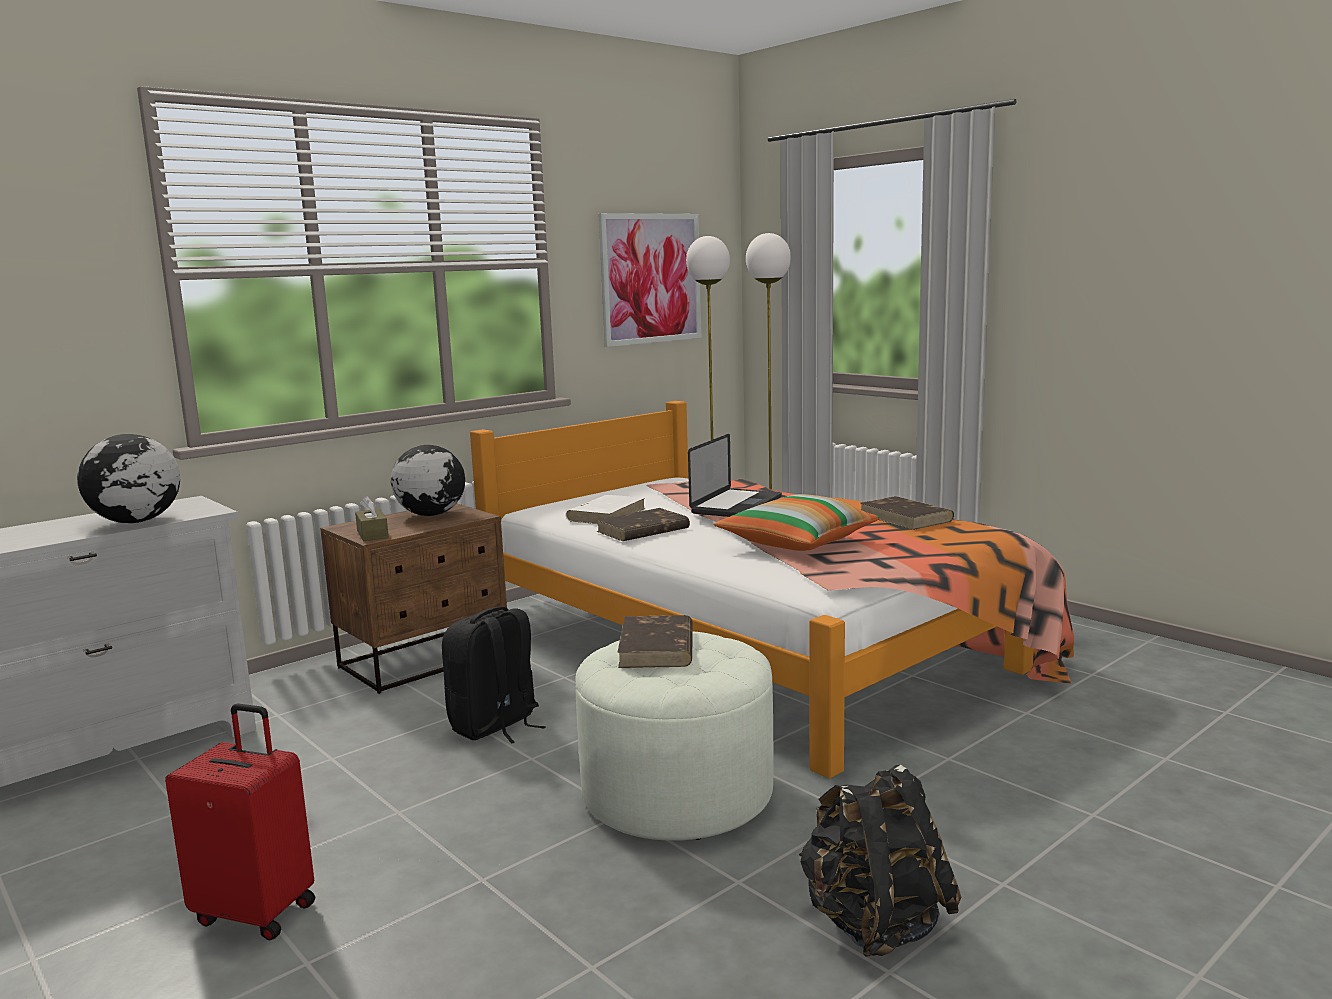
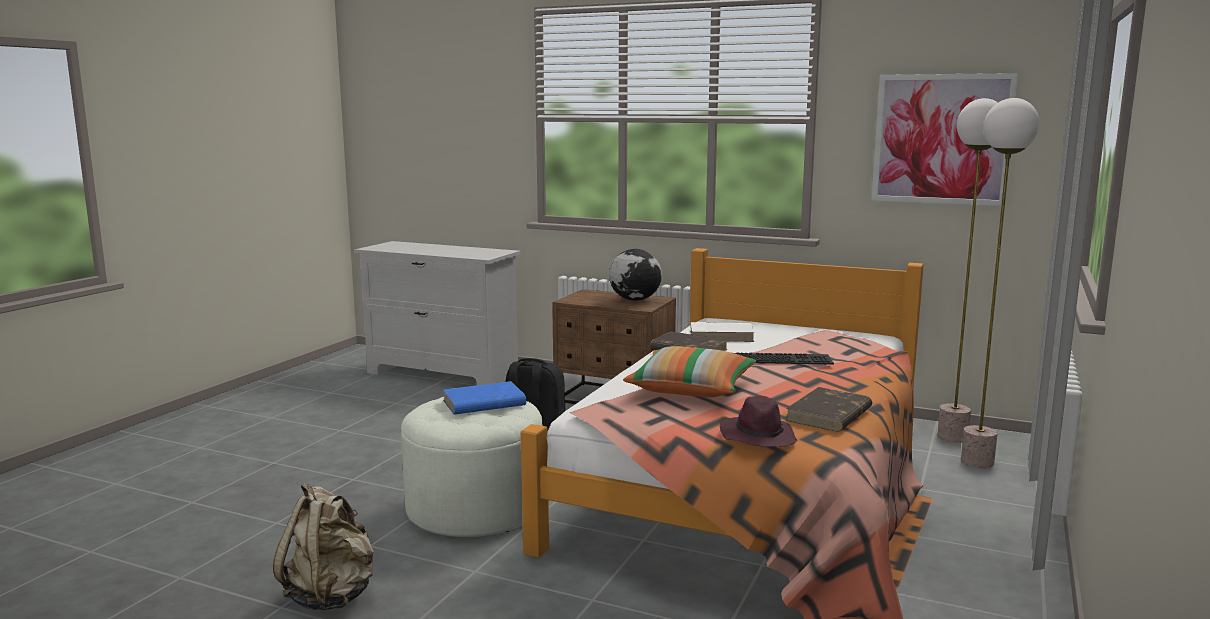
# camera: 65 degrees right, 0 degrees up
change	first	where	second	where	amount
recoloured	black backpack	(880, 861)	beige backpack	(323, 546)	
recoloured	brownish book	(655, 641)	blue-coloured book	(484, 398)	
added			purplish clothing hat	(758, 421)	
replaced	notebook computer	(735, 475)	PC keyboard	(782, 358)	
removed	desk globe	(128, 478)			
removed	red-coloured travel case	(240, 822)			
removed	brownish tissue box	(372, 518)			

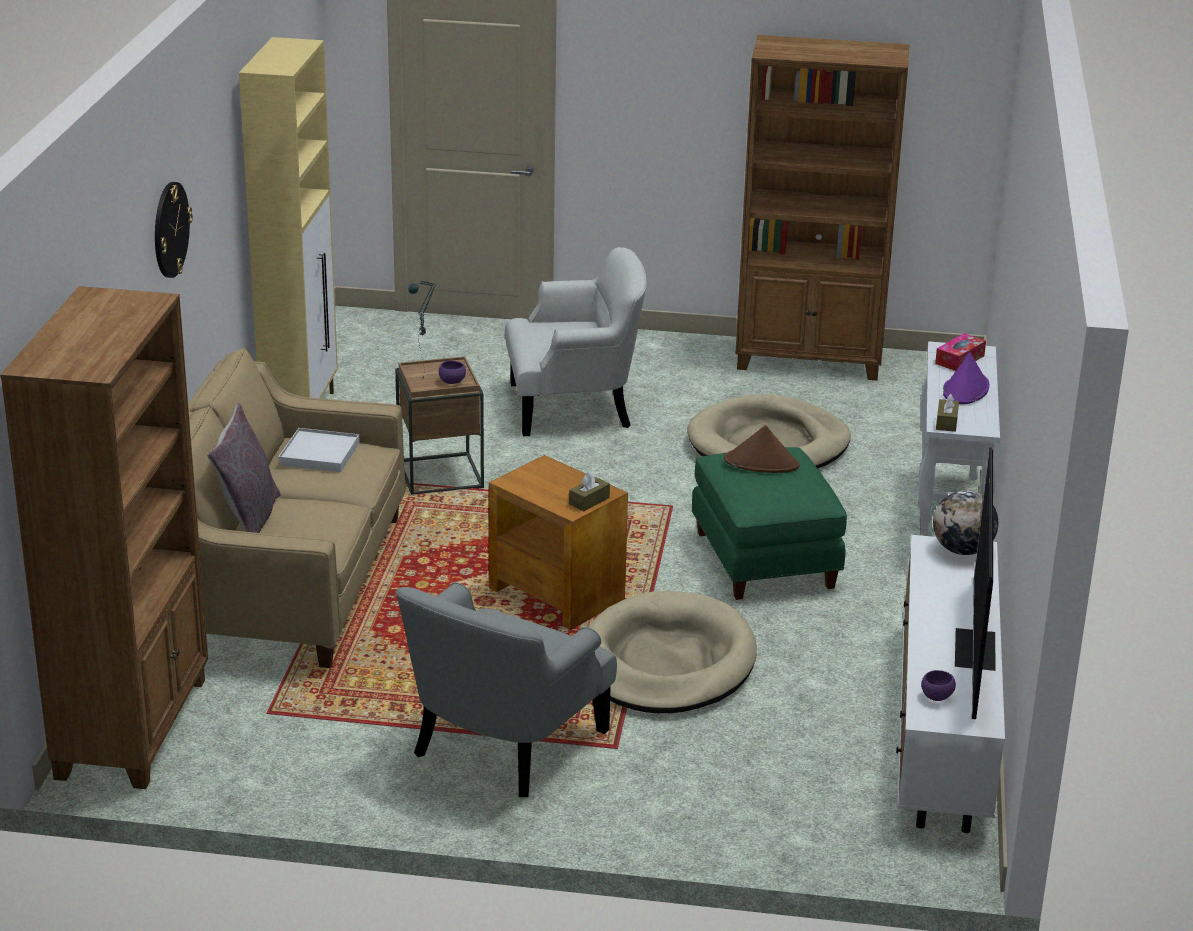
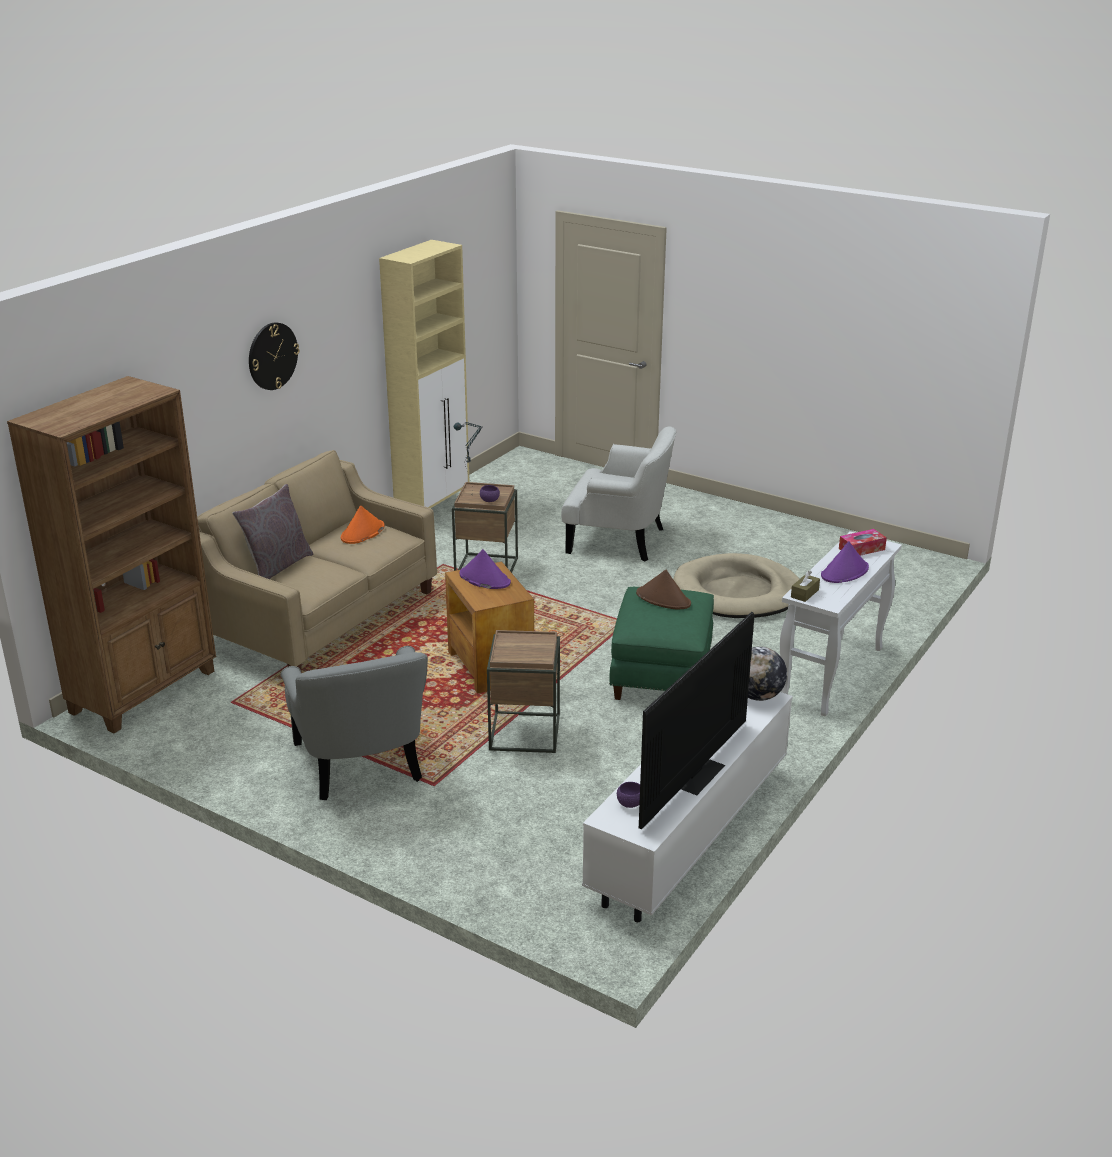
# camera: 25 degrees right, 0 degrees up
change	first	where	second	where	amount
turned	grey lounge chair	(506, 689)		(354, 723)	75 degrees counterclockwise
replaced	white serving tray	(319, 450)	orangey clothing hat	(363, 525)	
added			purplish clothing hat	(485, 569)	
replaced	beige dog bed	(672, 652)	brownish end table	(523, 691)	
removed	brownish tissue box	(589, 491)			
removed	brownish bookcase	(822, 207)			

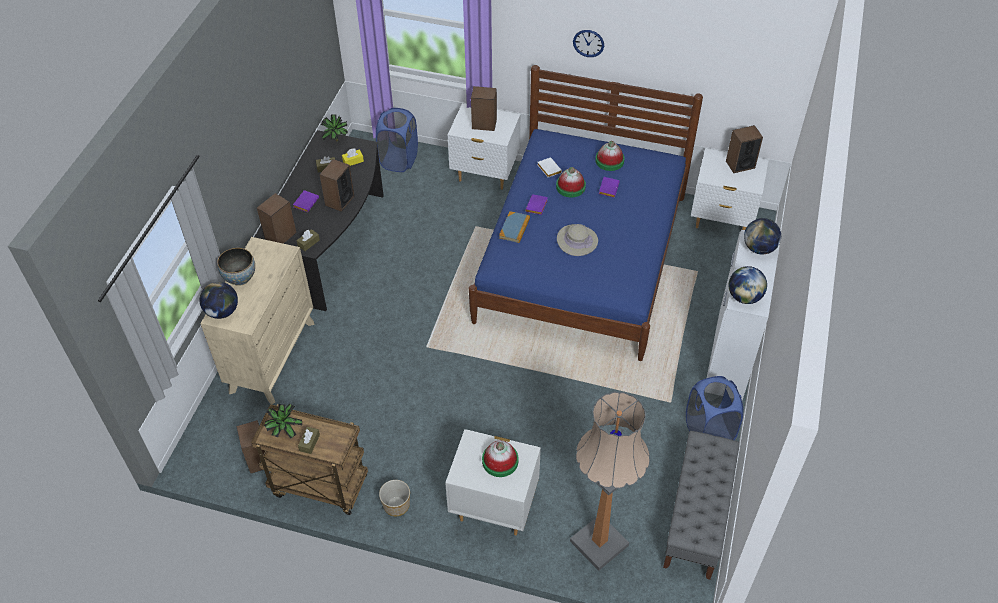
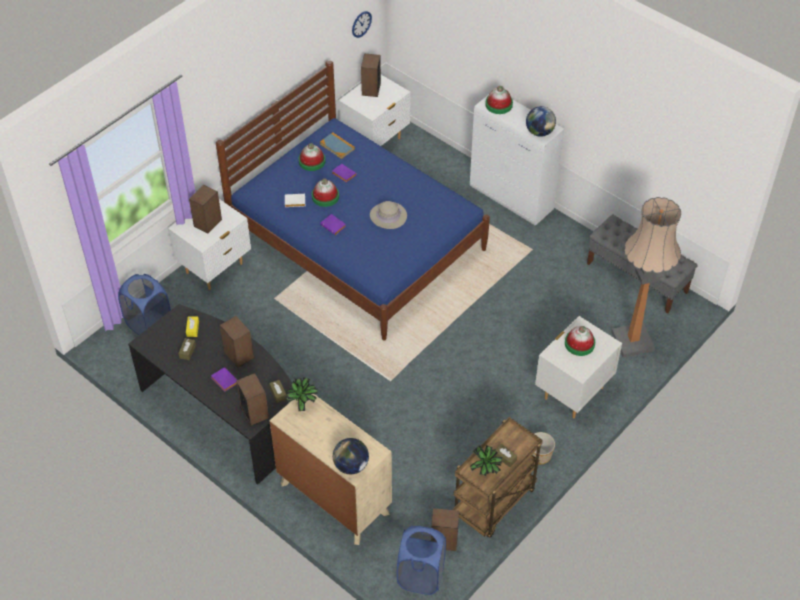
# camera: 65 degrees left, 0 degrees up
change	first	where	second	where	amount
moved	houseplant	(334, 128)		(301, 394)	
moved	book	(514, 227)		(337, 145)	
moved	clock on the wall	(588, 43)		(362, 24)	
moved	blue-coloured hamper	(714, 408)		(421, 560)	
replaced	desk globe	(762, 236)	clothing hat	(499, 100)	
removed	serving bowl	(236, 267)			

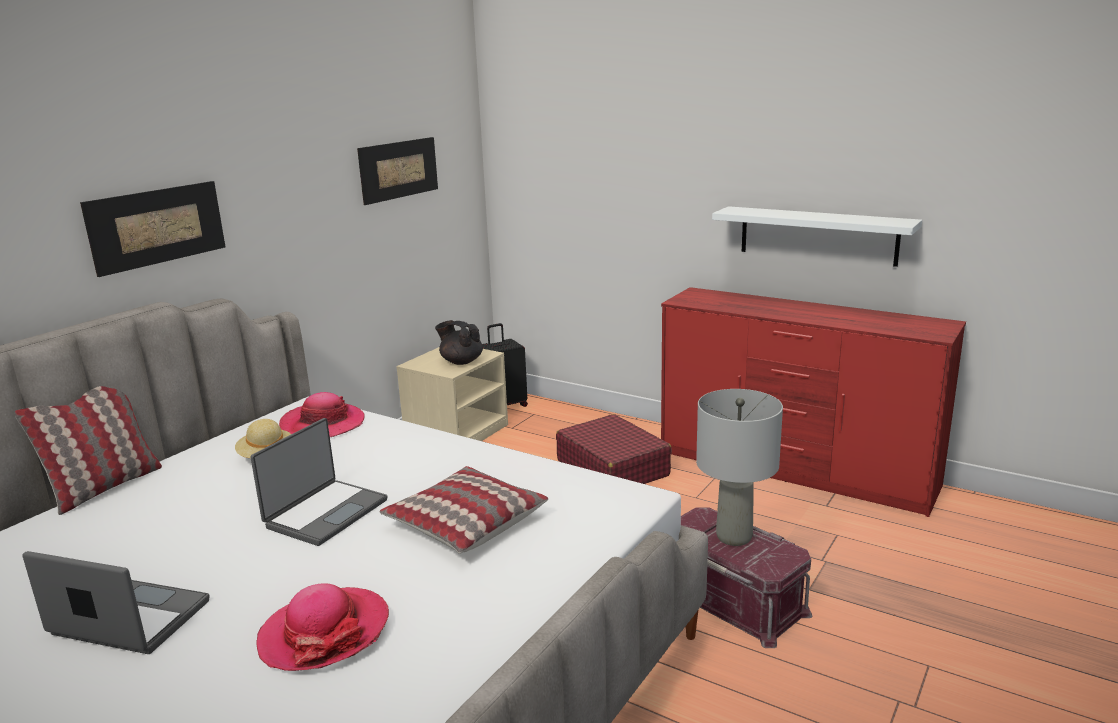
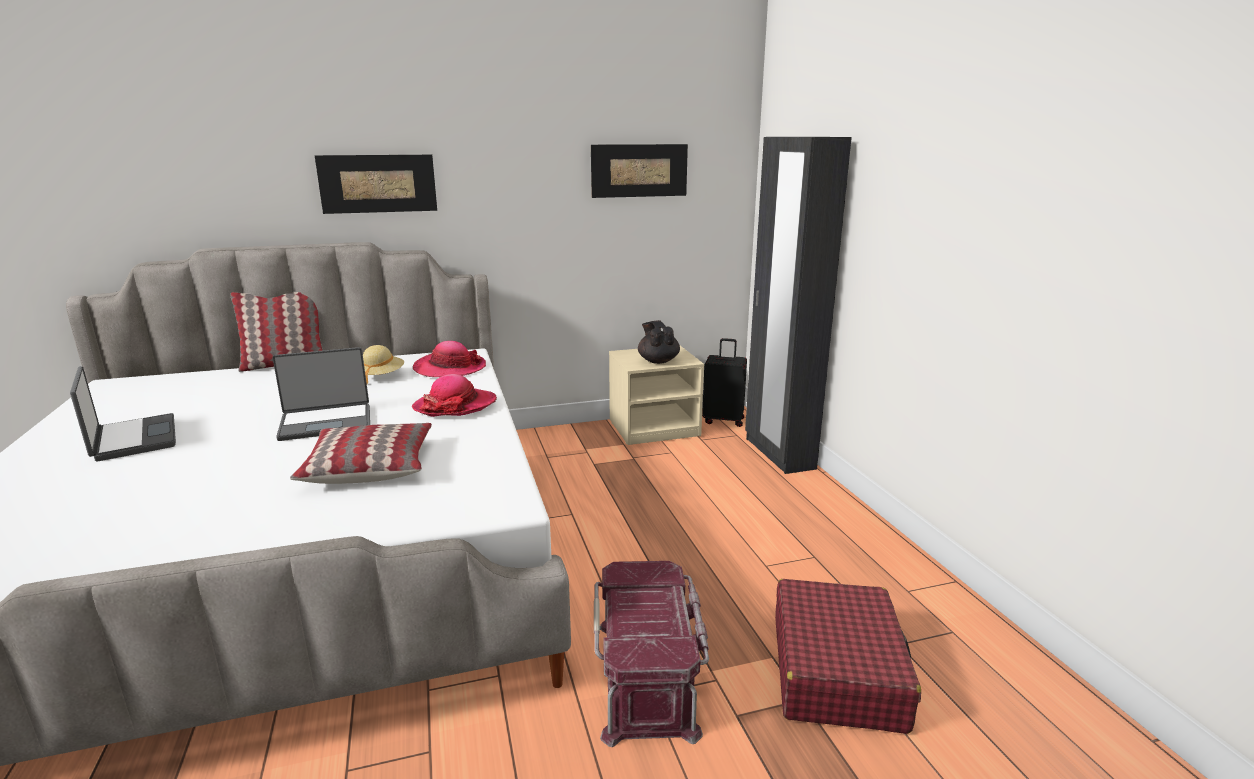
# camera: 40 degrees right, 0 degrees up
change	first	where	second	where	amount
moved	clothing hat	(322, 627)		(454, 395)	
added			black clothes cupboard	(798, 305)	
moved	red-coloured travel case	(614, 449)		(848, 656)	
removed	red-coloured drawer chest	(813, 402)			
removed	grey tabletop lamp	(739, 467)			
removed	white bracket shelf	(817, 236)			

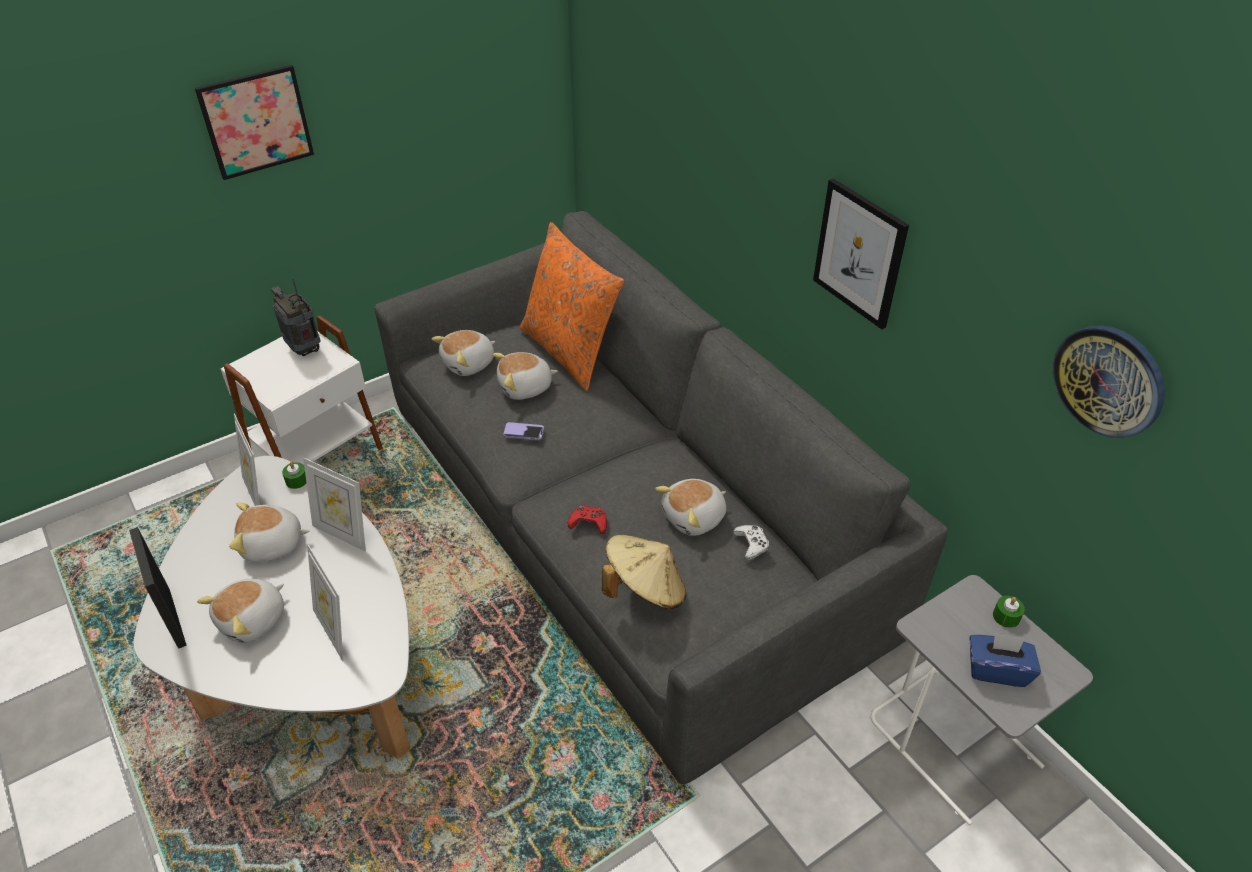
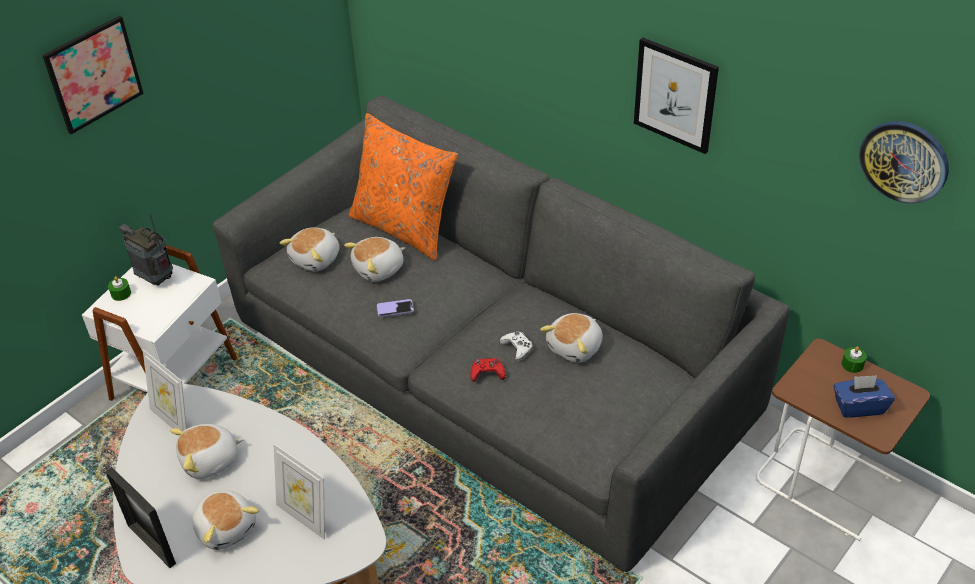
# camera: 15 degrees left, 0 degrees up
change	first	where	second	where	amount
moved	greenish candle	(294, 475)		(119, 288)	
turned	plush toy	(240, 611)		(225, 520)	60 degrees counterclockwise
moved	white gamepad	(751, 542)		(516, 346)	
recoloured	grey end table	(981, 700)	brownish end table	(842, 440)	
removed	standing frame	(334, 504)			
removed	beige clothing hat	(644, 572)			

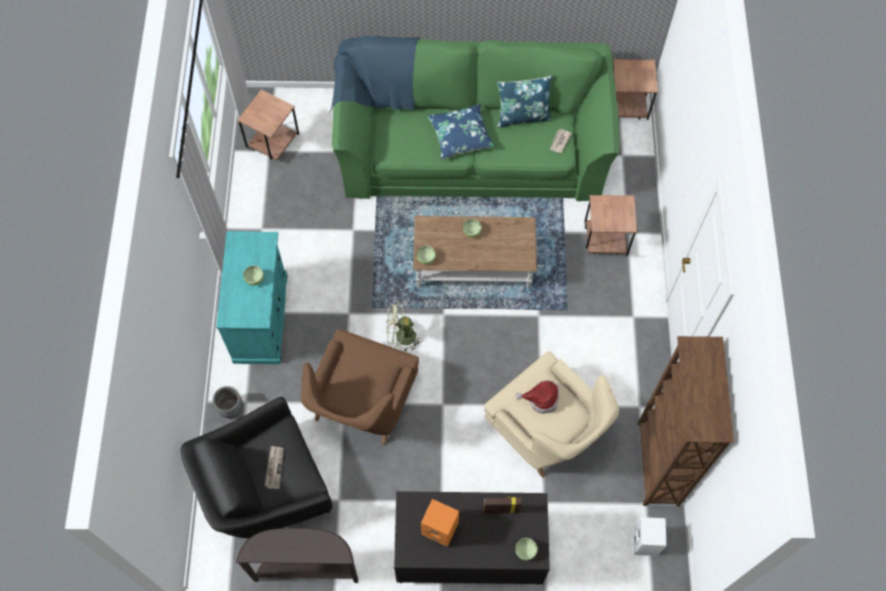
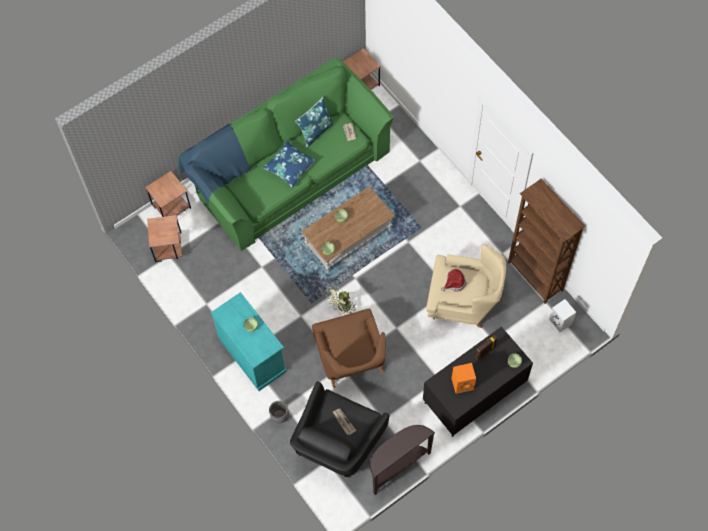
# camera: 35 degrees left, 0 degrees up
change	first	where	second	where	amount
moved	brownish end table	(611, 225)		(168, 194)	

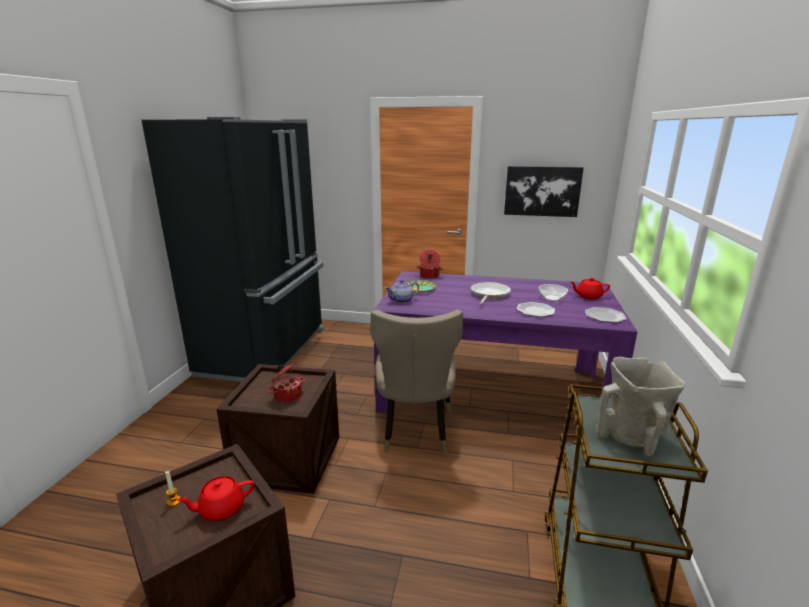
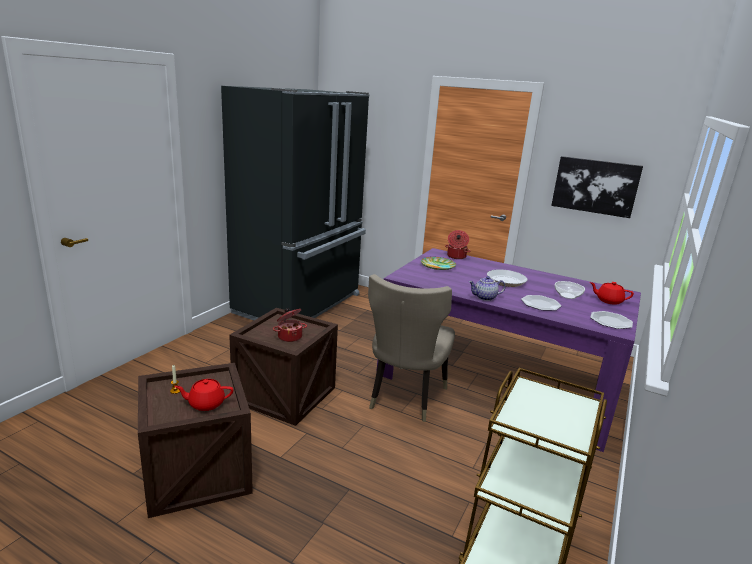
# camera: 15 degrees right, 0 degrees up
change	first	where	second	where	amount
moved	pot for tea	(402, 291)		(487, 288)	
removed	beige flower vase	(641, 407)			

